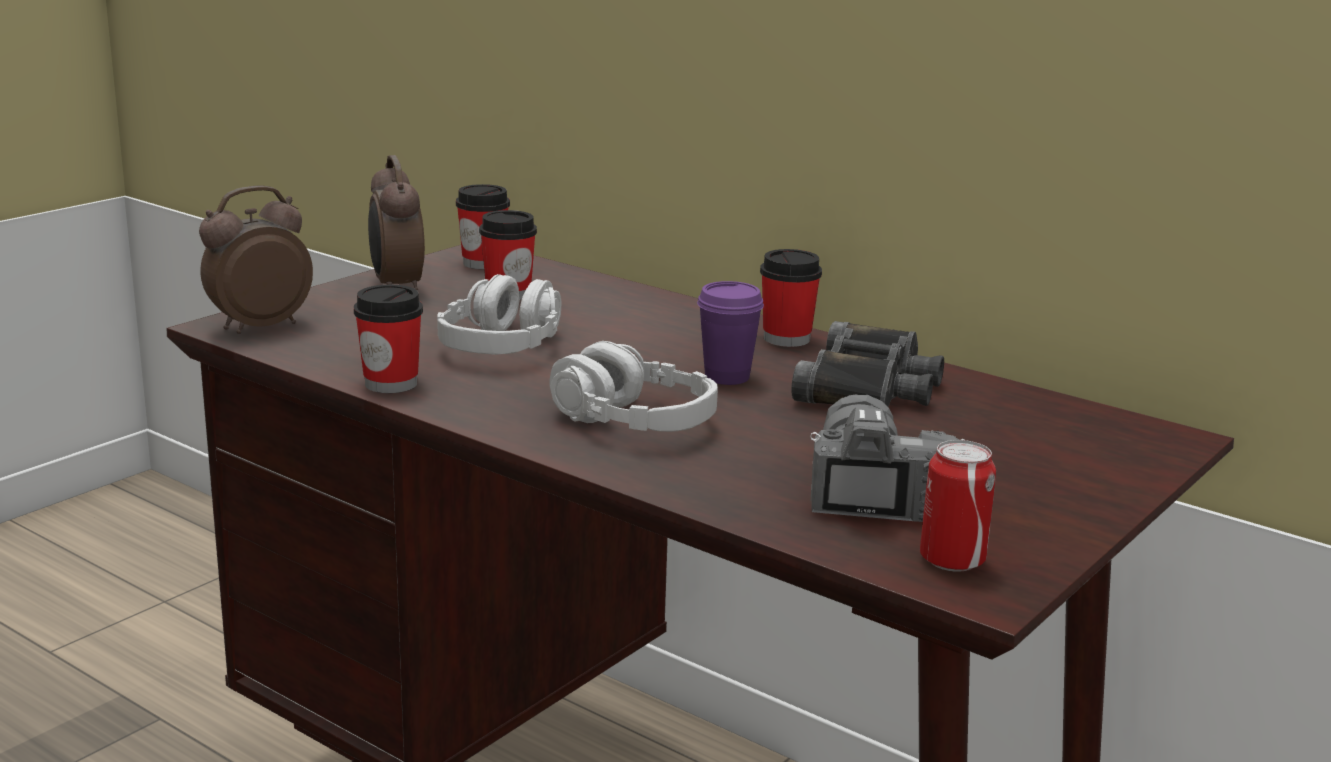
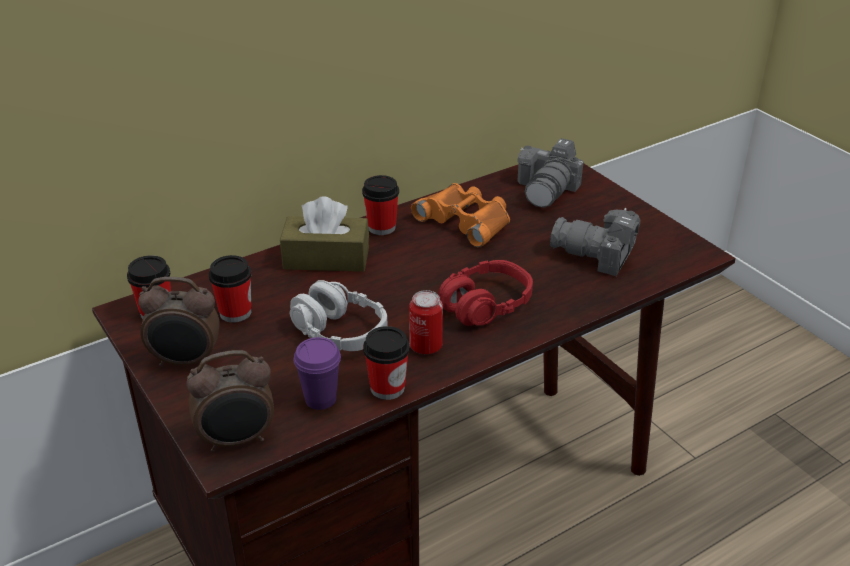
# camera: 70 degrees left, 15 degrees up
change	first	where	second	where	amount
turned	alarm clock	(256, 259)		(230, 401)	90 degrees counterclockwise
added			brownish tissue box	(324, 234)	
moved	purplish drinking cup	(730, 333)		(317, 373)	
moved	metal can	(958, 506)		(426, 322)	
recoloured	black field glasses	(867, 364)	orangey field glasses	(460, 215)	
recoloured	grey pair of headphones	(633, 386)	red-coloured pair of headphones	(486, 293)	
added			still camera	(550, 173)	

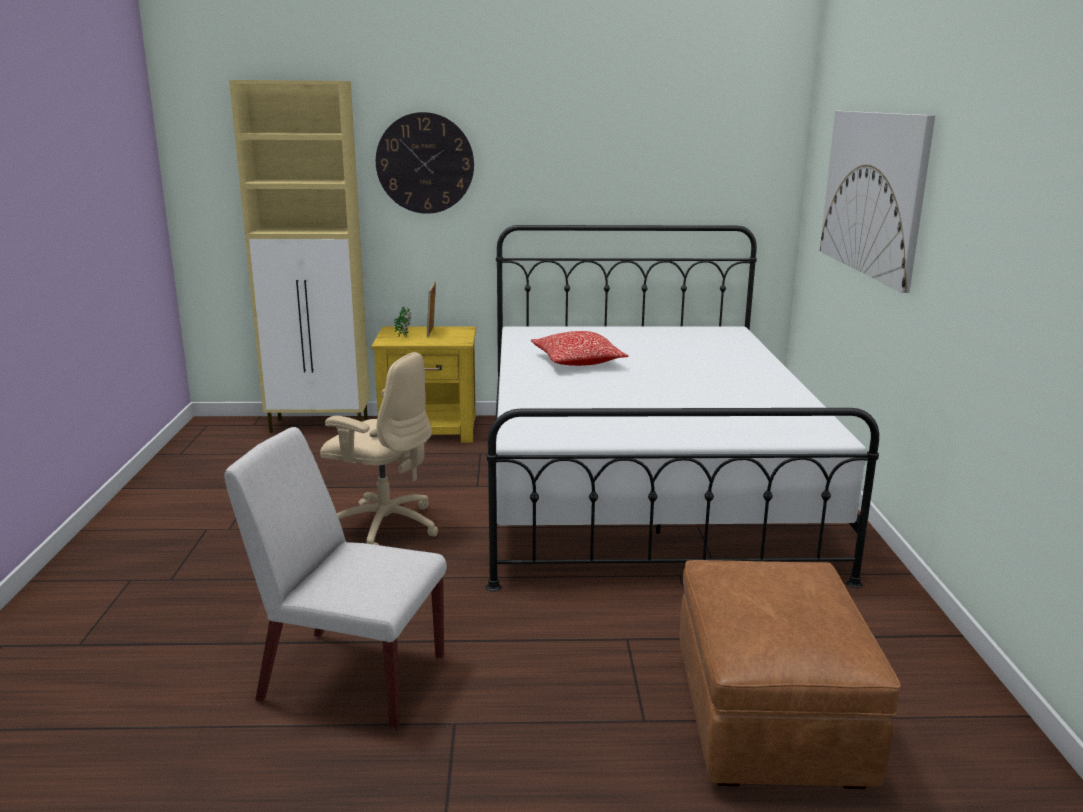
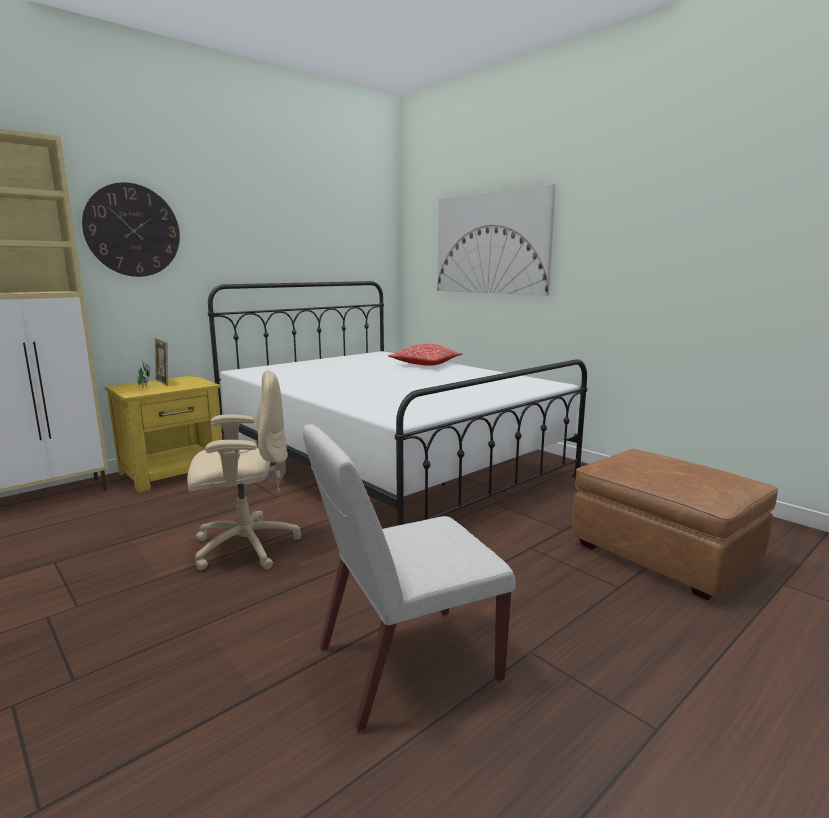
# camera: 40 degrees left, 5 degrees down
change	first	where	second	where	amount
moved	cushion	(580, 348)		(425, 355)	

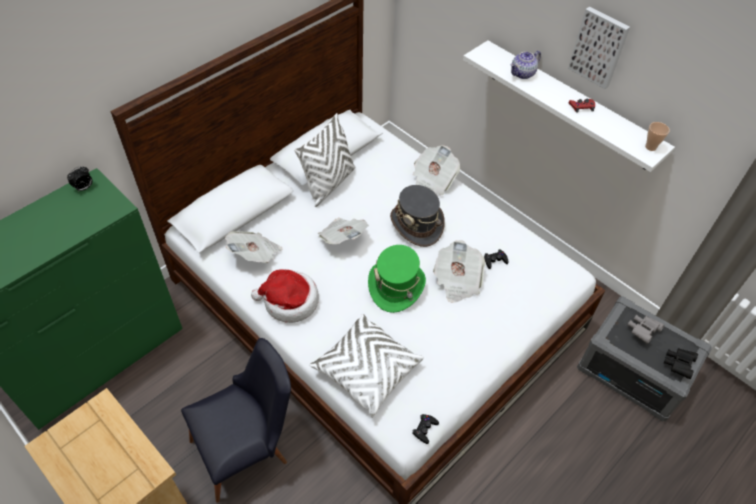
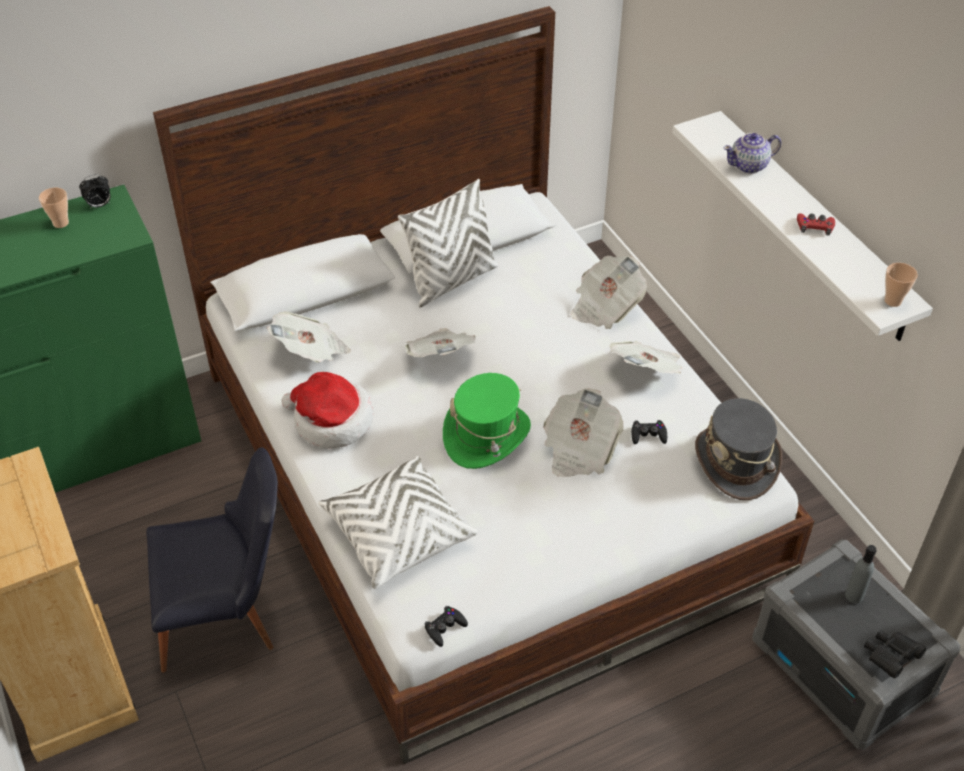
# camera: 20 degrees right, 5 degrees down
change	first	where	second	where	amount
added			drinking cup	(54, 207)	
added			printed paper	(646, 357)	
moved	grey clothing hat	(417, 216)		(739, 449)	
replaced	grey field glasses	(645, 329)	grey bottle	(861, 574)	
removed	wall art	(599, 47)			

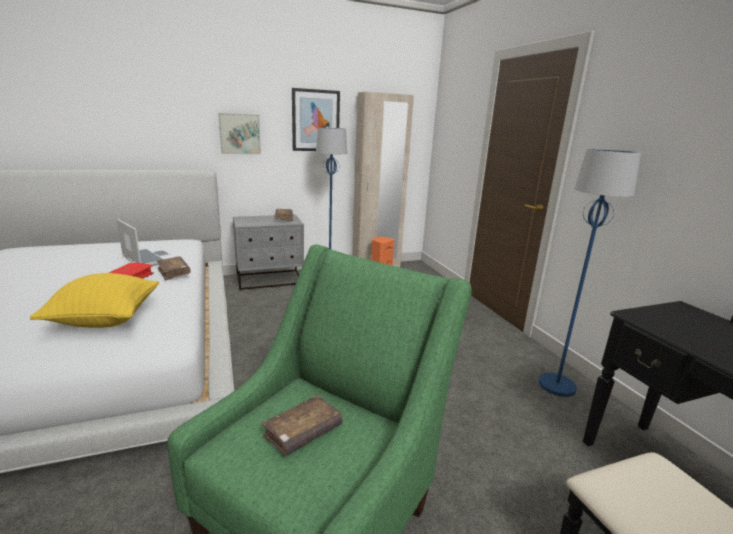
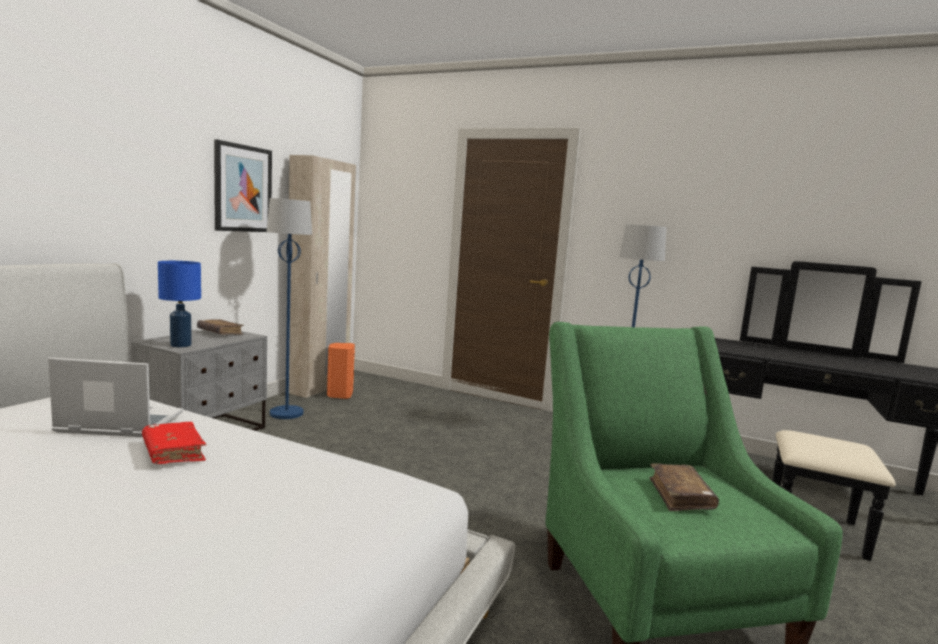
# camera: 45 degrees left, 10 degrees down
change	first	where	second	where	amount
added			blue-coloured tabletop lamp	(179, 304)	
removed	yellow cushion	(94, 300)			
removed	brownish book	(173, 269)			
removed	wall art	(239, 134)			

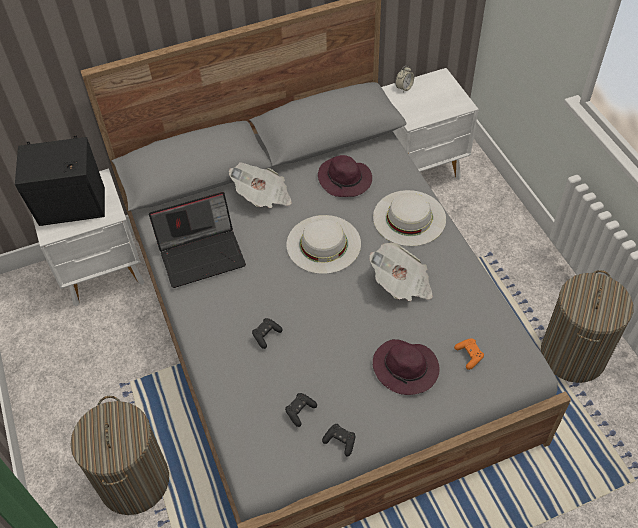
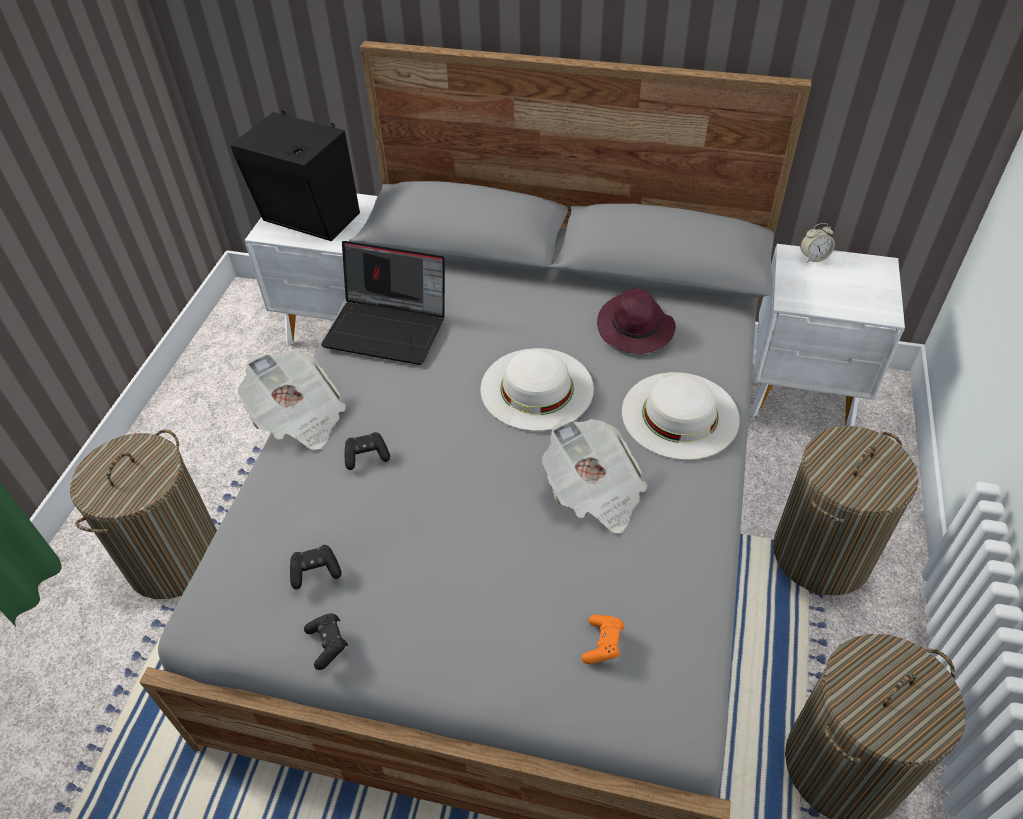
# camera: 35 degrees right, 5 degrees down
change	first	where	second	where	amount
moved	printed paper	(260, 185)		(292, 400)	
added			hamper	(846, 511)	
removed	purplish clothing hat	(406, 367)			

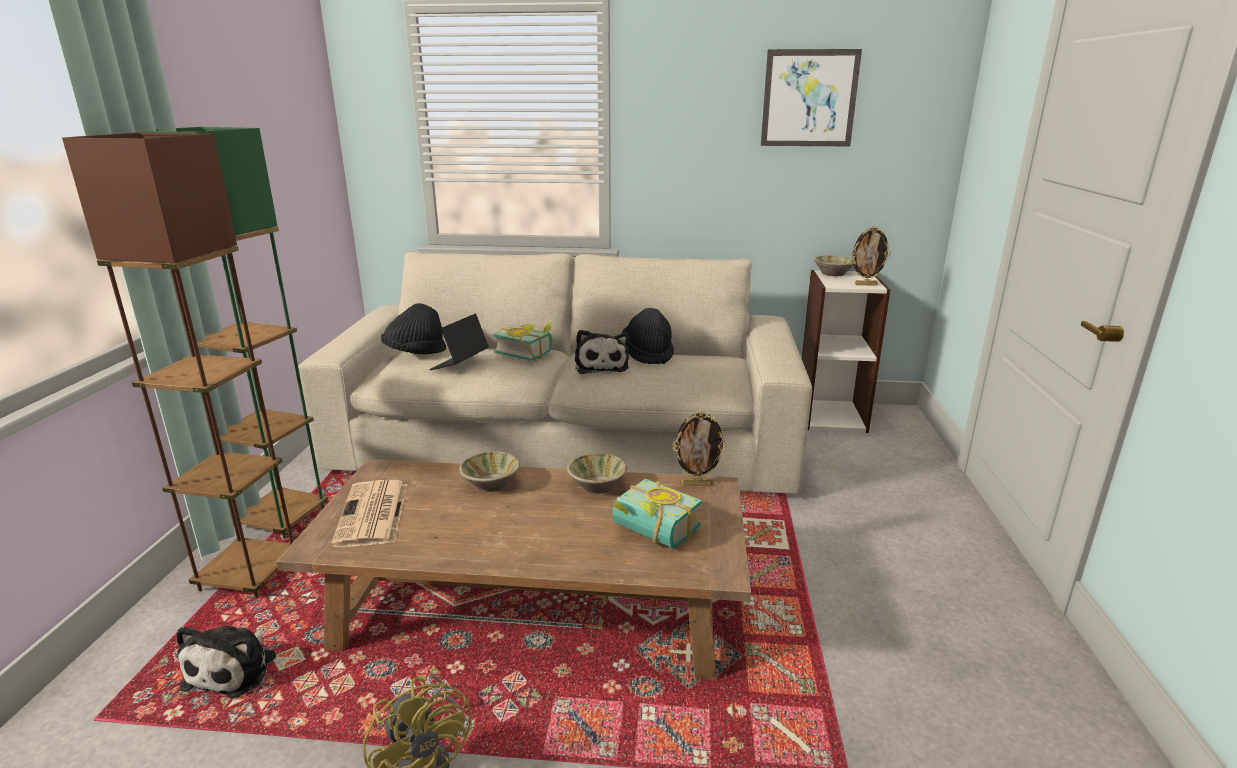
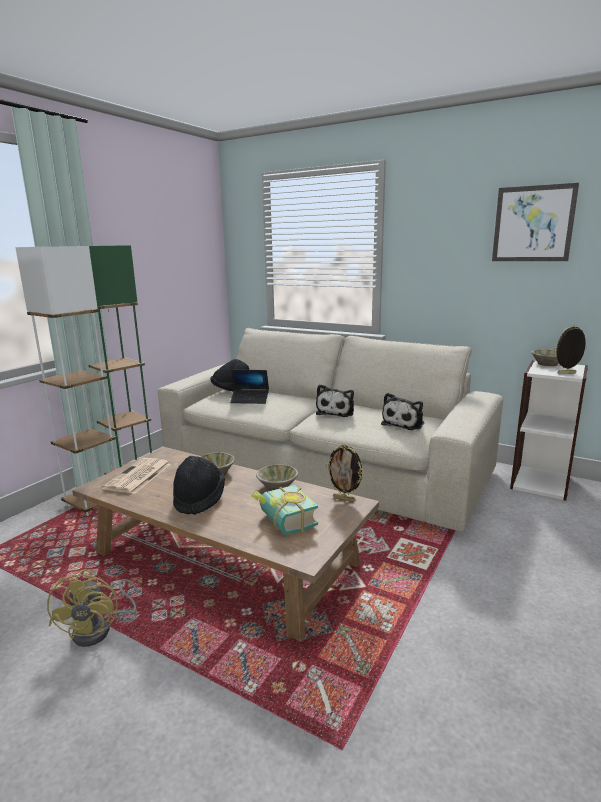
# camera: 25 degrees right, 5 degrees down
change	first	where	second	where	amount
recoloured	brownish standard lamp	(177, 365)	white standard lamp	(66, 381)	
moved	black clothing hat	(647, 336)		(199, 485)	
turned	notebook computer	(459, 341)		(249, 387)	135 degrees counterclockwise
moved	plush toy	(226, 662)		(402, 411)	
turned	standing frame	(871, 255)		(570, 349)	150 degrees clockwise
removed	book	(523, 340)			

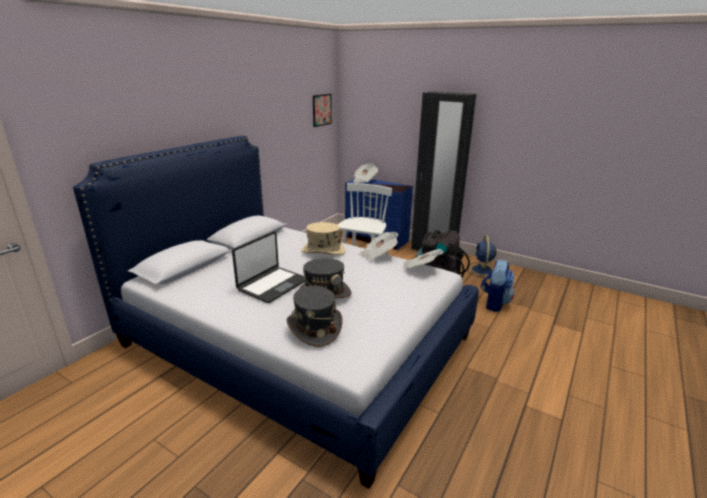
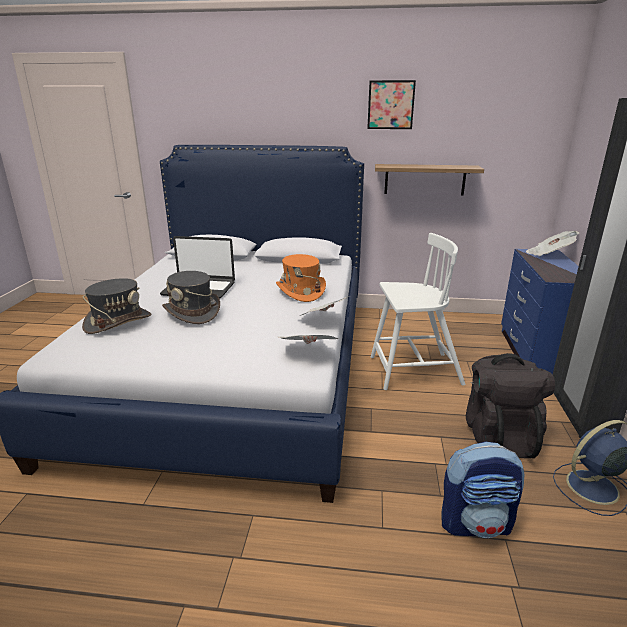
# camera: 65 degrees right, 0 degrees up
change	first	where	second	where	amount
recoloured	beige clothing hat	(323, 238)	orangey clothing hat	(301, 278)	
moved	wall art	(322, 110)		(391, 104)	
added			bracket shelf	(429, 180)	

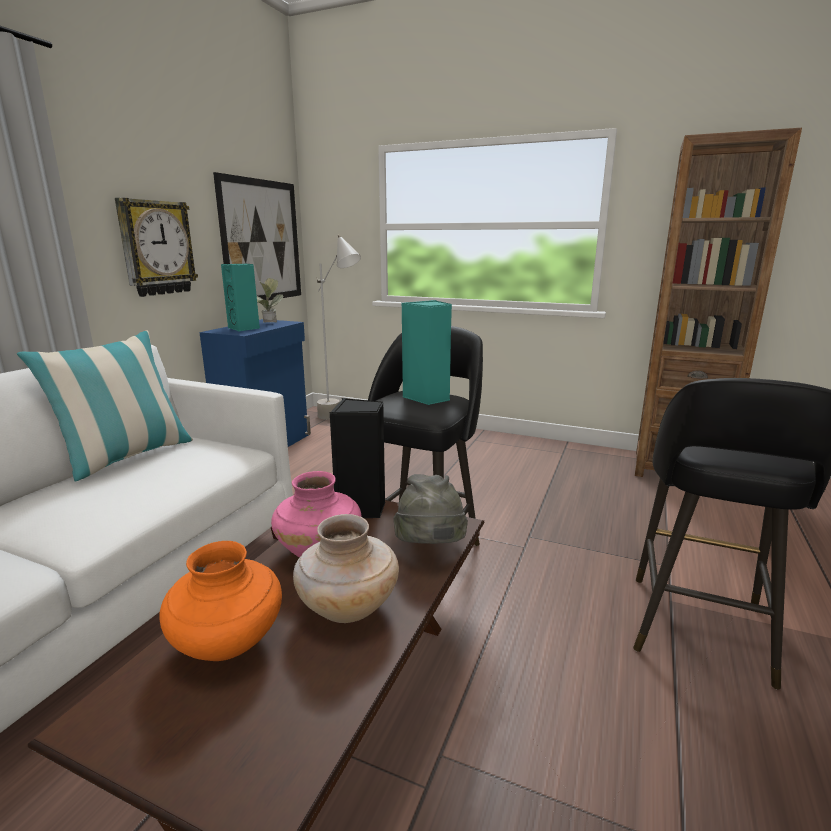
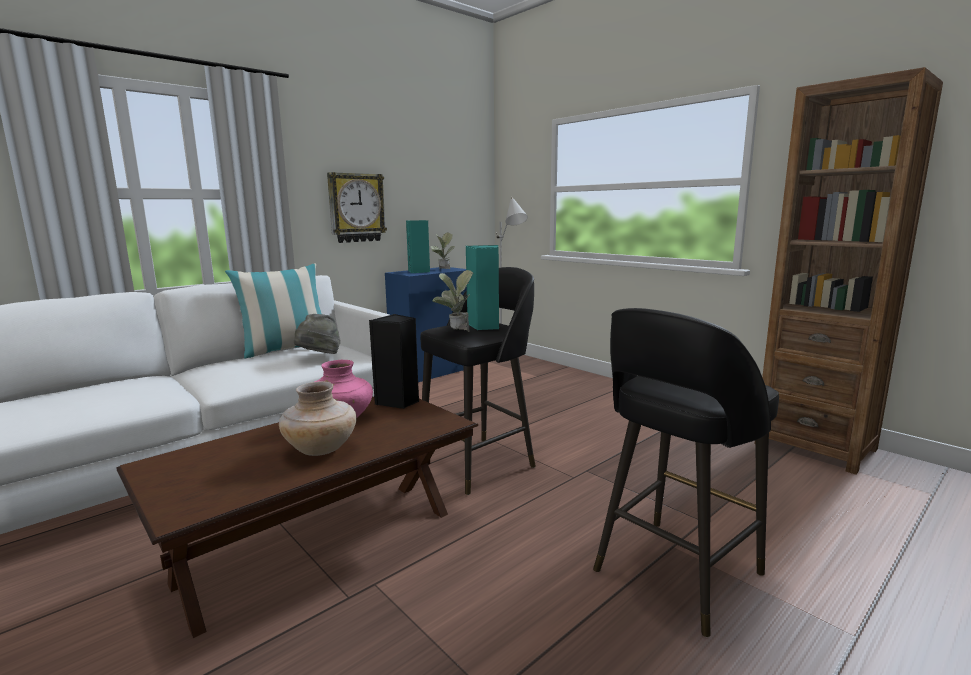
# camera: 25 degrees right, 5 degrees down
change	first	where	second	where	amount
moved	grey clothing hat	(431, 509)		(317, 334)	
added			houseplant	(452, 301)	
removed	orangey flower vase	(220, 601)			
removed	wall art	(257, 236)			

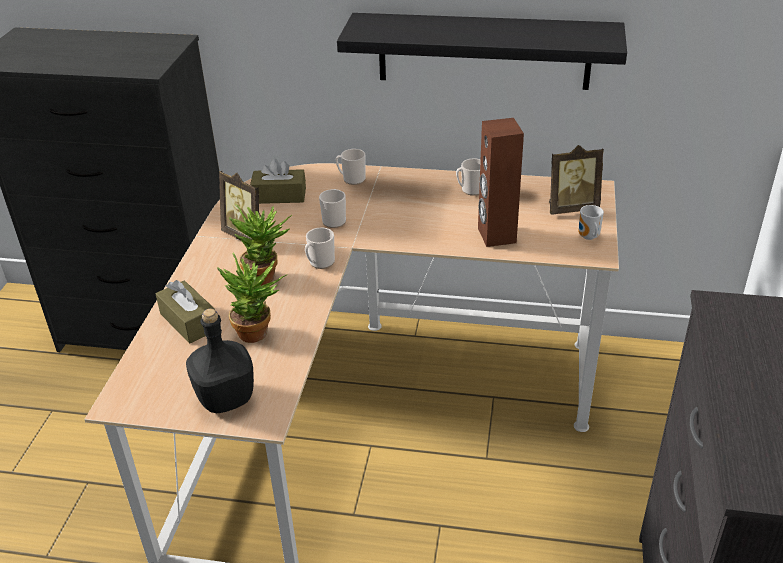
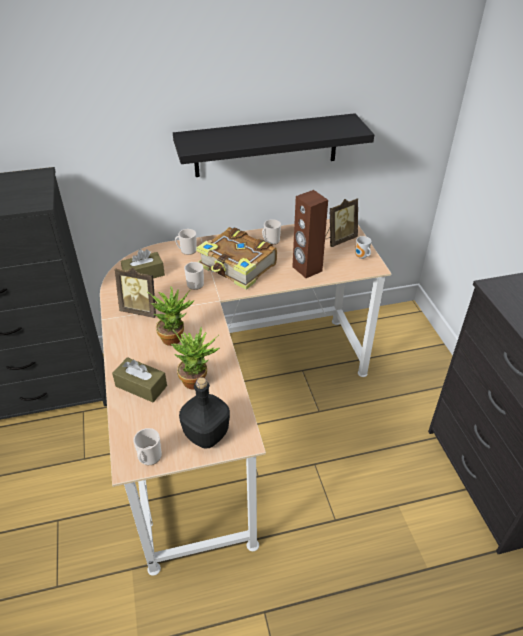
# camera: 25 degrees left, 5 degrees up
change	first	where	second	where	amount
moved	coffee mug	(320, 248)		(147, 446)	
added			book	(236, 258)	

